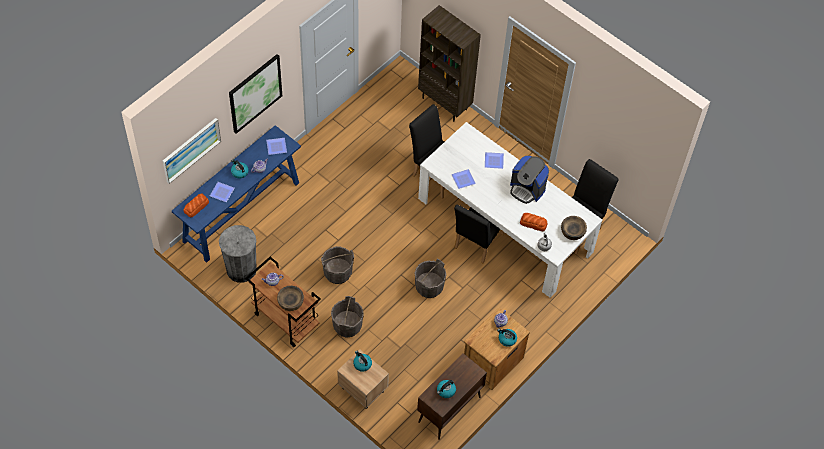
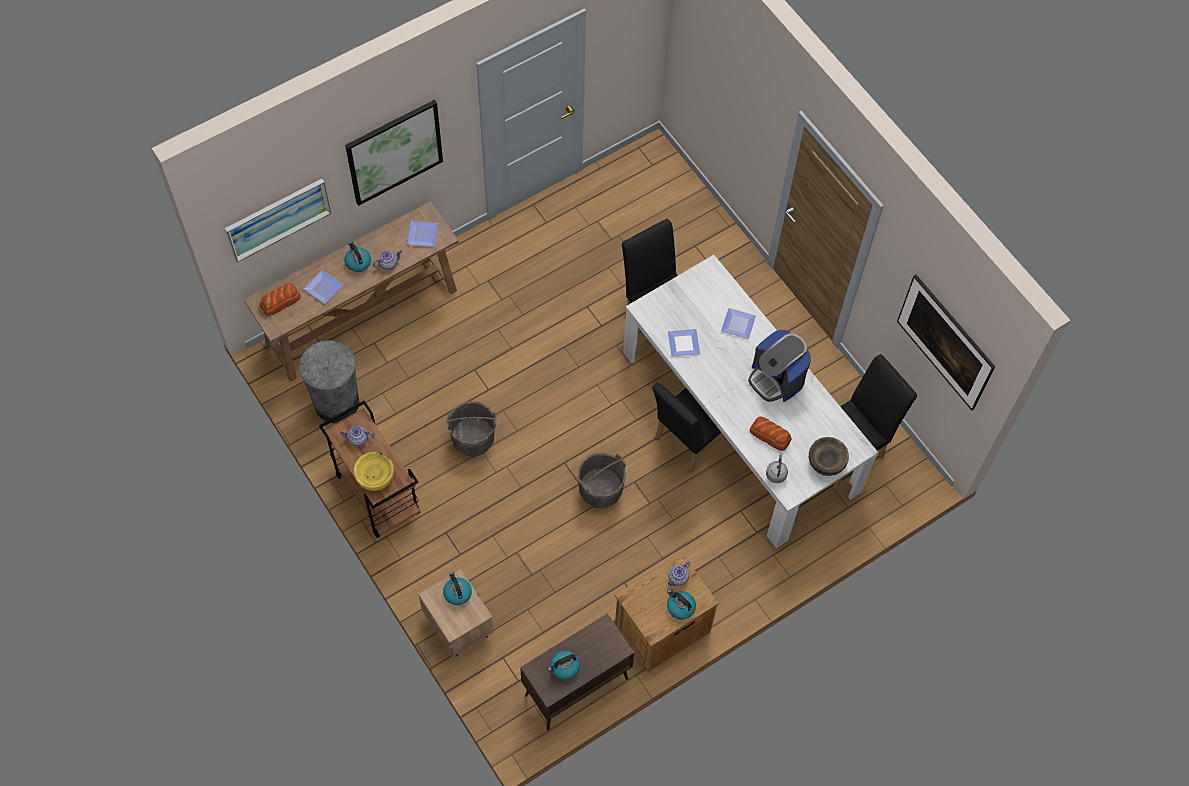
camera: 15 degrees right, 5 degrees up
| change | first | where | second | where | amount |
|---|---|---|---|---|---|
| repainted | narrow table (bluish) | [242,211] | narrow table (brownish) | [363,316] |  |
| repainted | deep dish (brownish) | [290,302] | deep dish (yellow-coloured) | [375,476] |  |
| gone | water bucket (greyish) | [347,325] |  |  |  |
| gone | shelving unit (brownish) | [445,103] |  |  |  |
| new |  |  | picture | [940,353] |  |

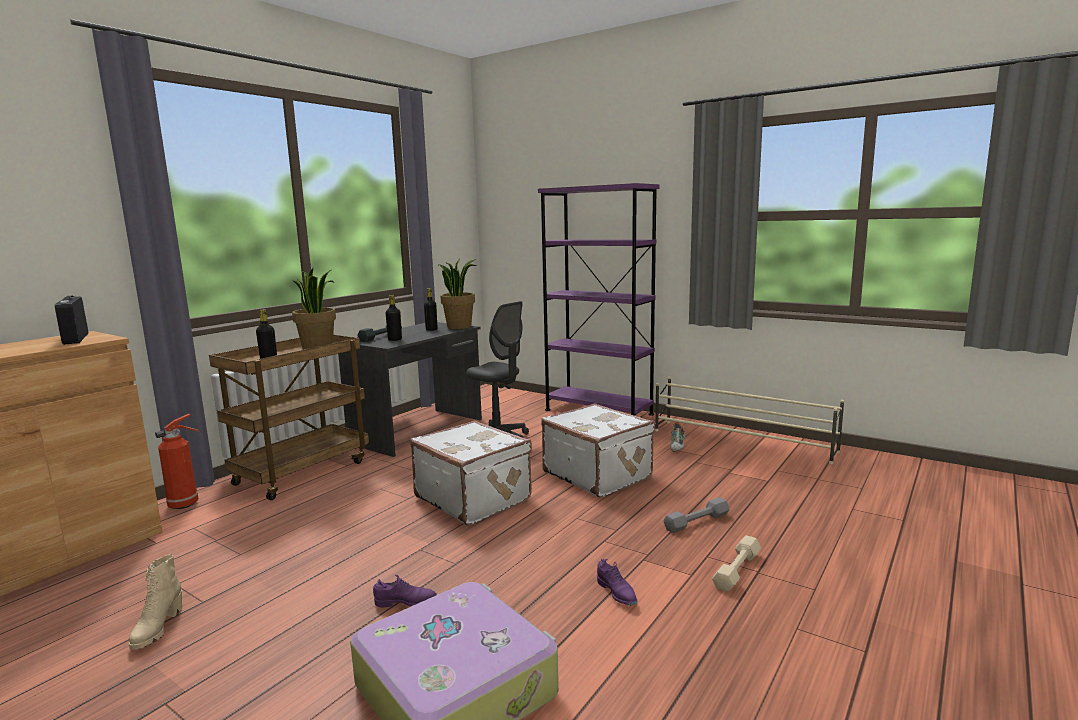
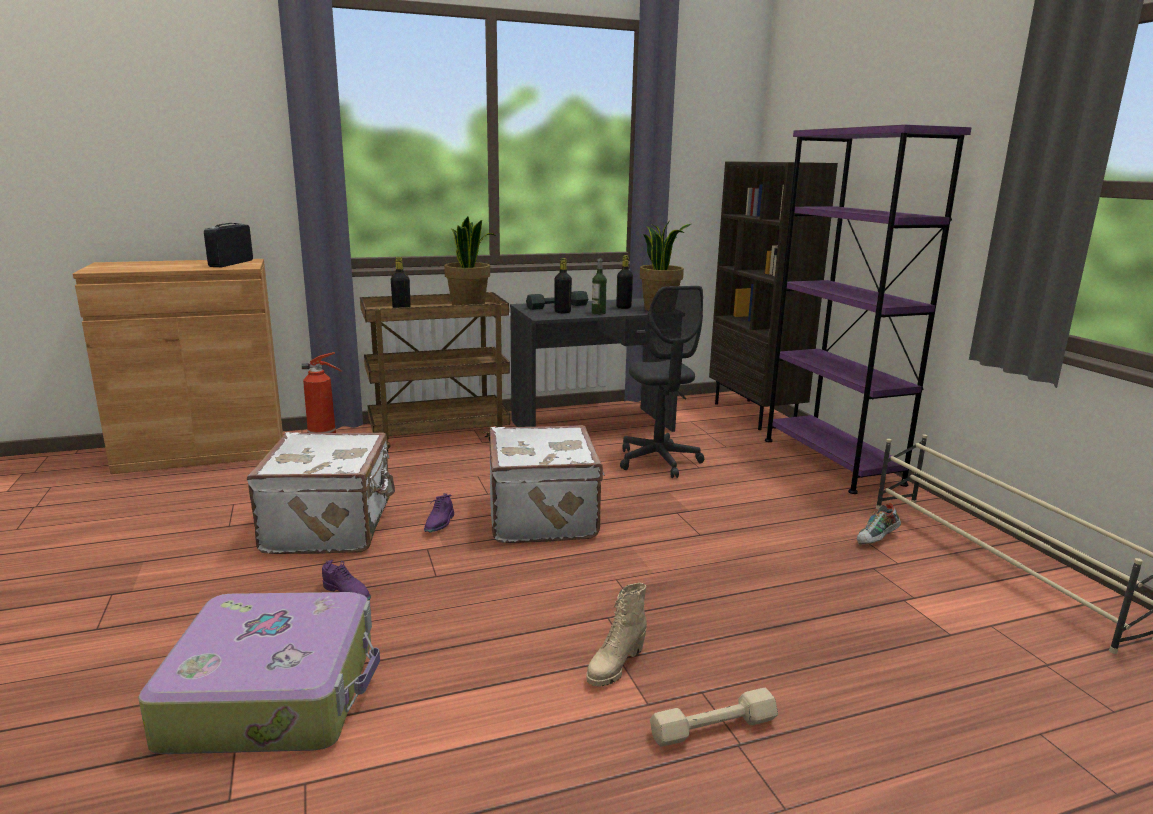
camera: 35 degrees right, 5 degrees up
| change | first | where | second | where | amount |
|---|---|---|---|---|---|
| shifted | boot (sand-coloured) | [157,629] |  | [615,666] |  |
| shifted | piece of luggage (whitish) | [598,475] |  | [331,526] |  |
| shifted | low shoe (purple-coloured) | [617,593] |  | [439,524] |  |
| gone | free weight (greyish) | [696,522] |  |  |  |
| new |  |  | beverage bottle | [598,313] |  |
| new |  |  | shelving unit (brownish) | [755,414] |  |

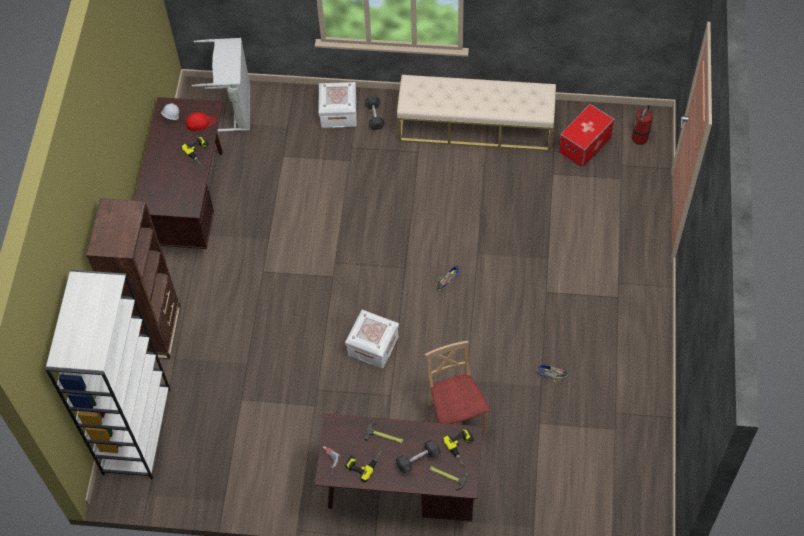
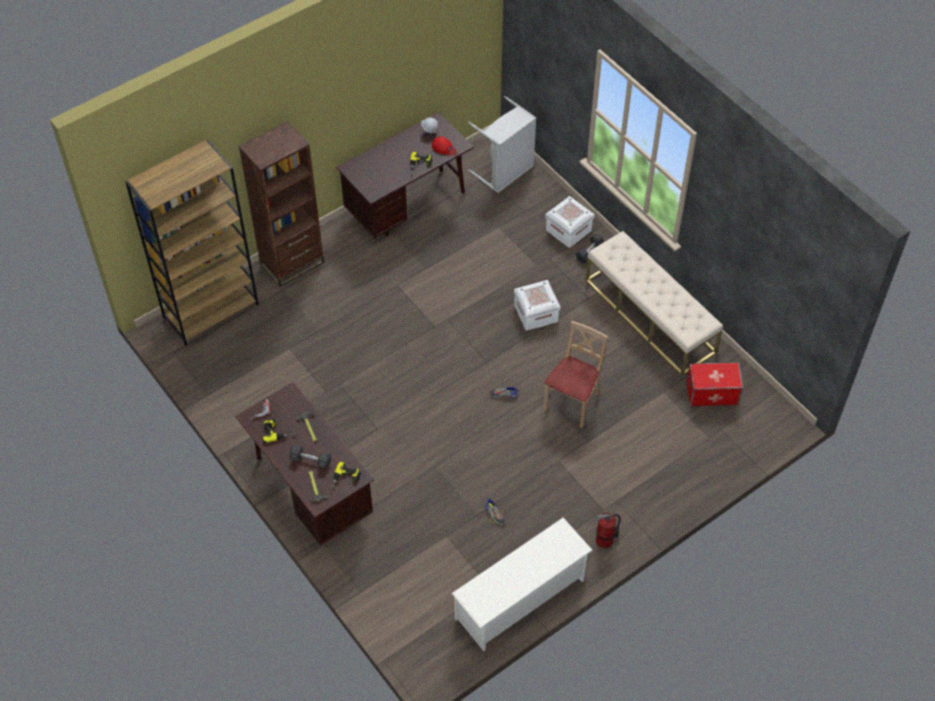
camera: 45 degrees right, 5 degrees down
| change | first | where | second | where | amount |
|---|---|---|---|---|---|
| repainted | shelving unit (whitish) | [136,430] | shelving unit (brownish) | [211,310] |  |
| shifted | storage bin (whitish) | [373,346] |  | [536,313] |  |
| shifted | chair (sand-coloured) | [455,418] |  | [572,403] |  |
| shifted | fire-fighting cylinder | [640,138] |  | [604,540] |  |
| new |  |  | shoe stand (whitish) | [520,599] |  |

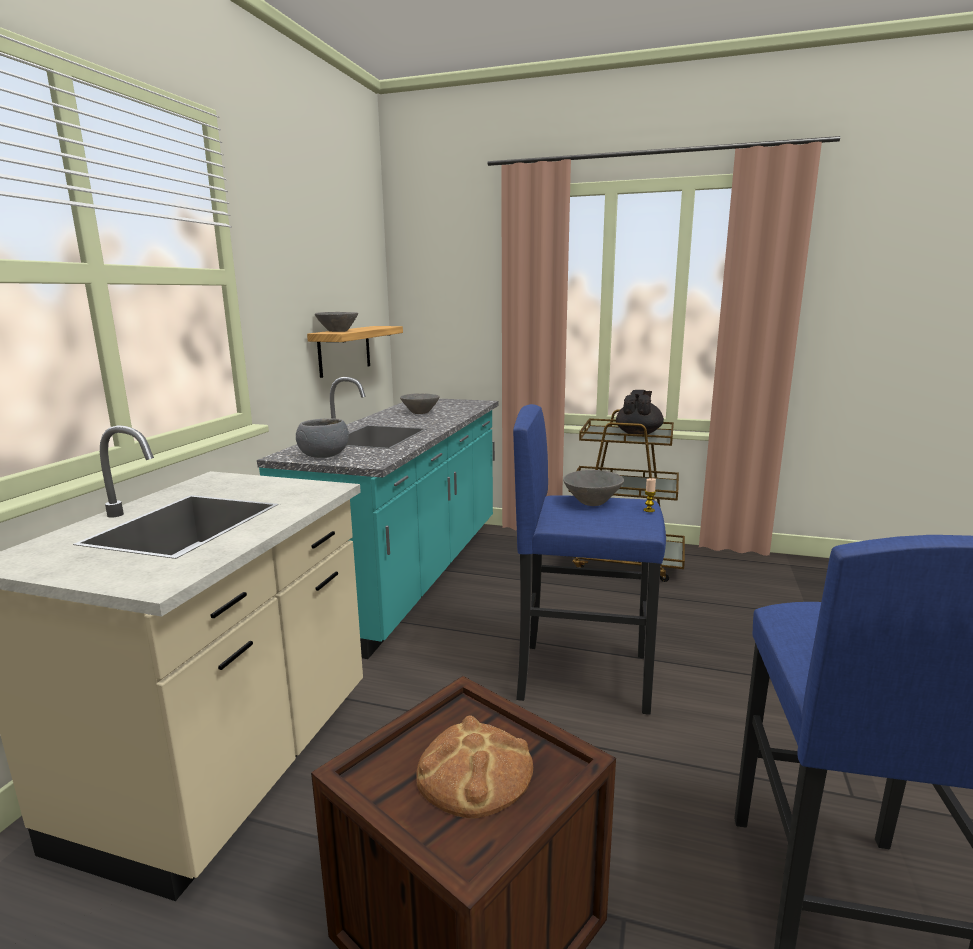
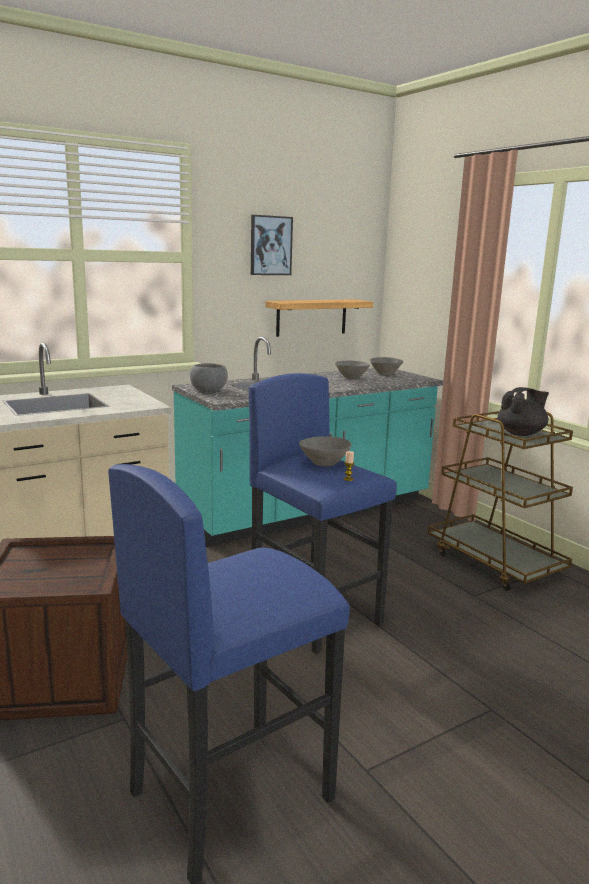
camera: 40 degrees right, 0 degrees up
| change | first | where | second | where | amount |
|---|---|---|---|---|---|
| shifted | deep dish (greyish) | [337,331] |  | [385,374] |  |
| gone | baked bread | [474,772] |  |  |  |
| new |  |  | picture | [270,245] |  |

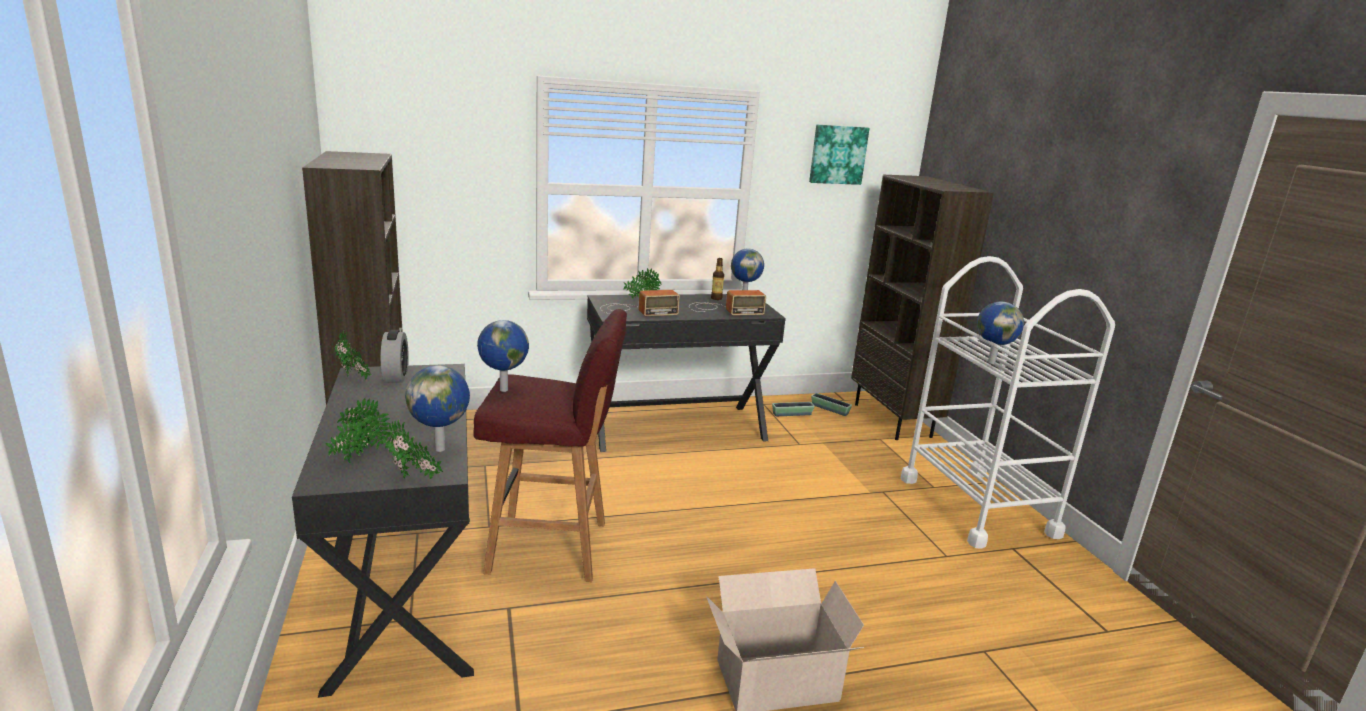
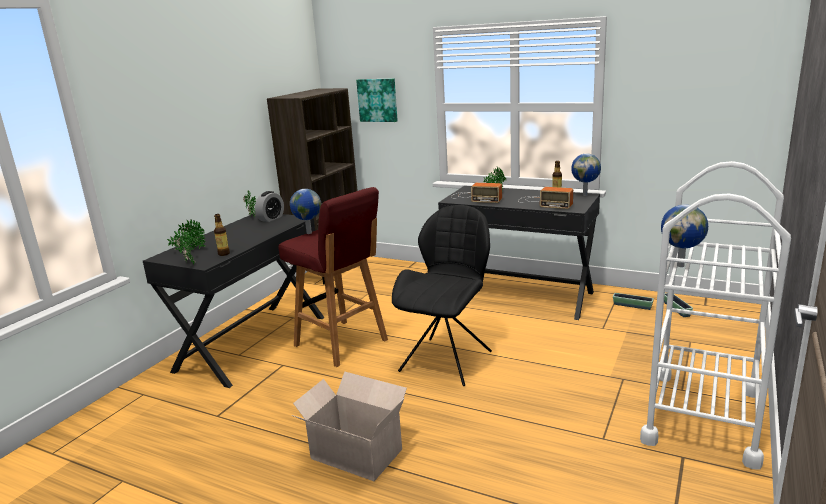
camera: 45 degrees right, 0 degrees up
| change | first | where | second | where | amount |
|---|---|---|---|---|---|
| swapped | world globe | [441,449] | beverage bottle | [224,254] |  |
| shifted | picture | [837,154] |  | [378,100] |  |
| gone | shelving unit (brownish) | [893,420] |  |  |  |
| new |  |  | chair (black) | [448,359] |  |

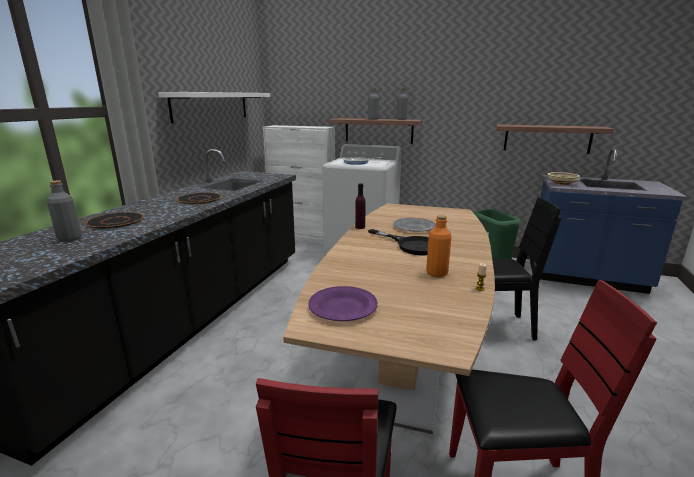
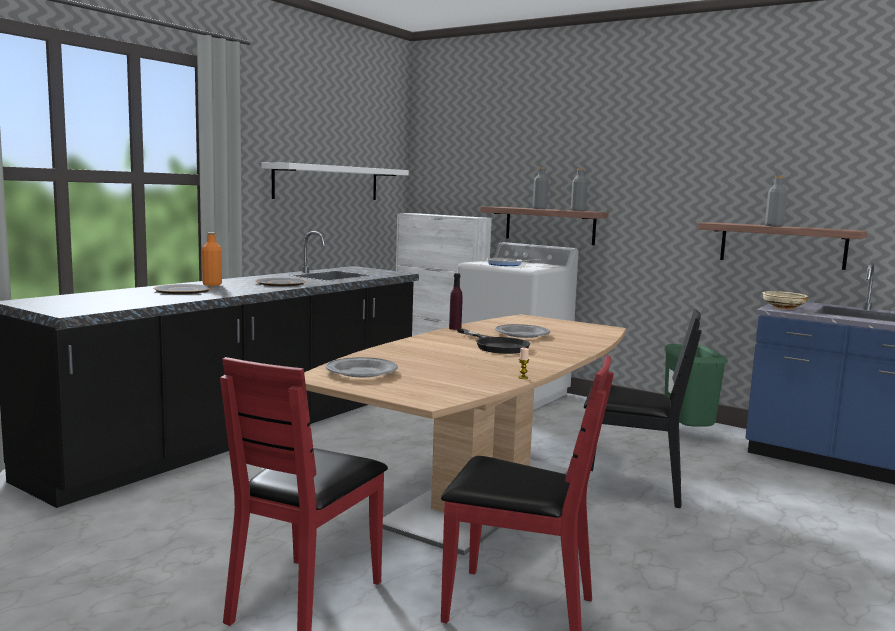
camera: 15 degrees right, 10 degrees down
| change | first | where | second | where | amount |
|---|---|---|---|---|---|
| shifted | beverage bottle (greyish) | [69,239] |  | [773,226] |  |
| repainted | plate (purple-coloured) | [342,307] | plate (greyish) | [361,372] |  |
| shifted | beverage bottle (orange) | [436,273] |  | [212,284] |  |

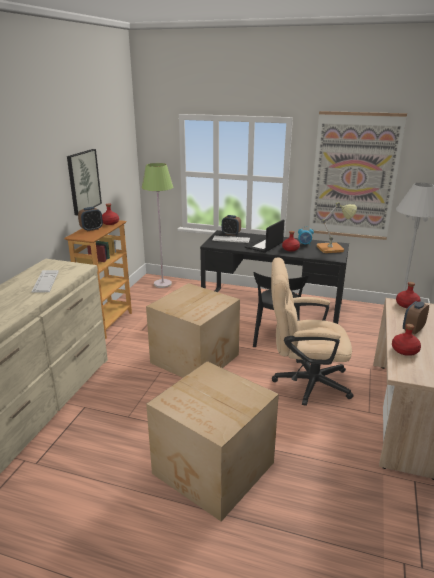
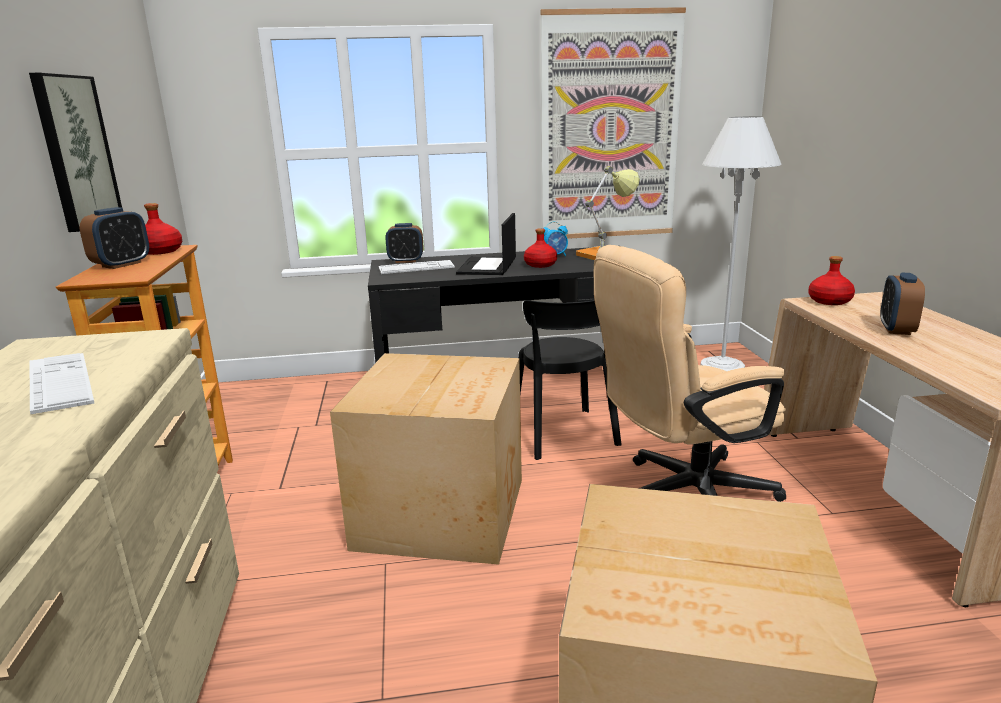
camera: 25 degrees left, 5 degrees down
| change | first | where | second | where | amount |
|---|---|---|---|---|---|
| gone | standing lamp (greenish) | [162,284] |  |  |  |
| gone | beverage bottle (red-coloured) | [404,350] |  |  |  |

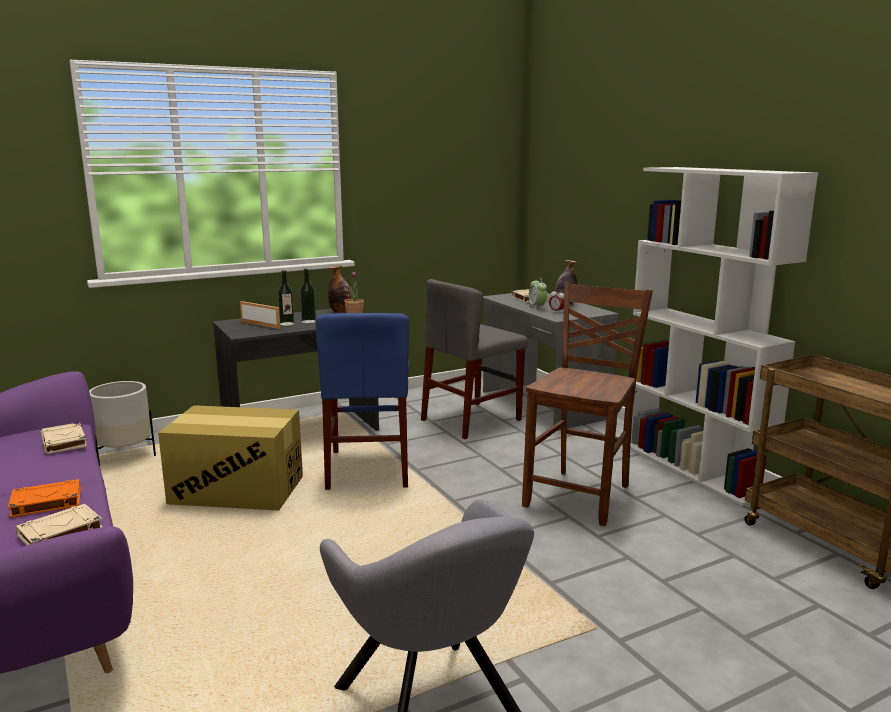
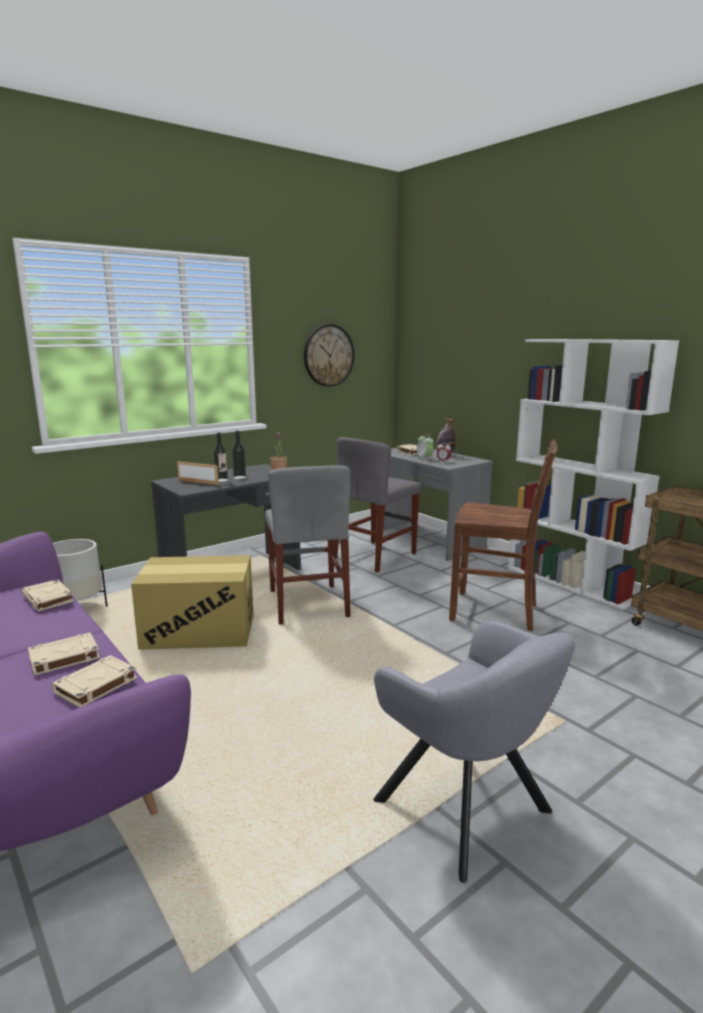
camera: 10 degrees left, 0 degrees up
| change | first | where | second | where | amount |
|---|---|---|---|---|---|
| repainted | bound book (orange) | [45,503] | bound book (sand-coloured) | [63,658] |  |
| repainted | chair (bluish) | [368,469] | chair (greyish) | [308,604] |  |
| gone | beverage bottle | [341,311] |  |  |  |
| rotated | chair (brownish) | [581,496] |  | [495,612] | 90 degrees clockwise |
| new |  |  | hanging clock | [328,355] |  |

